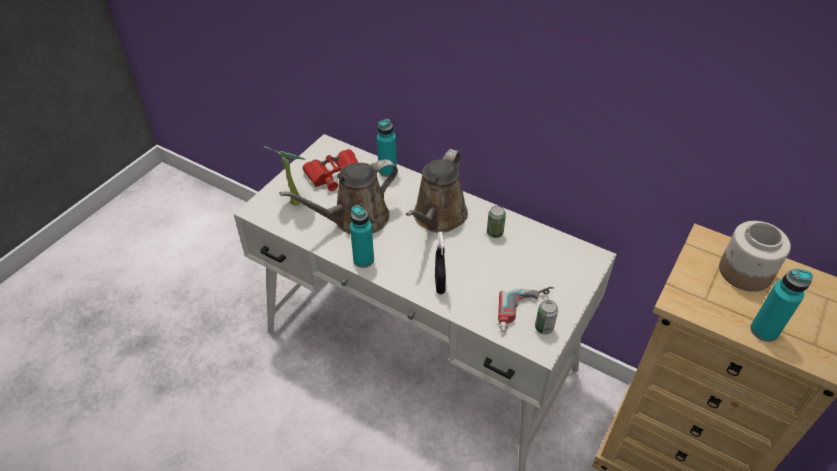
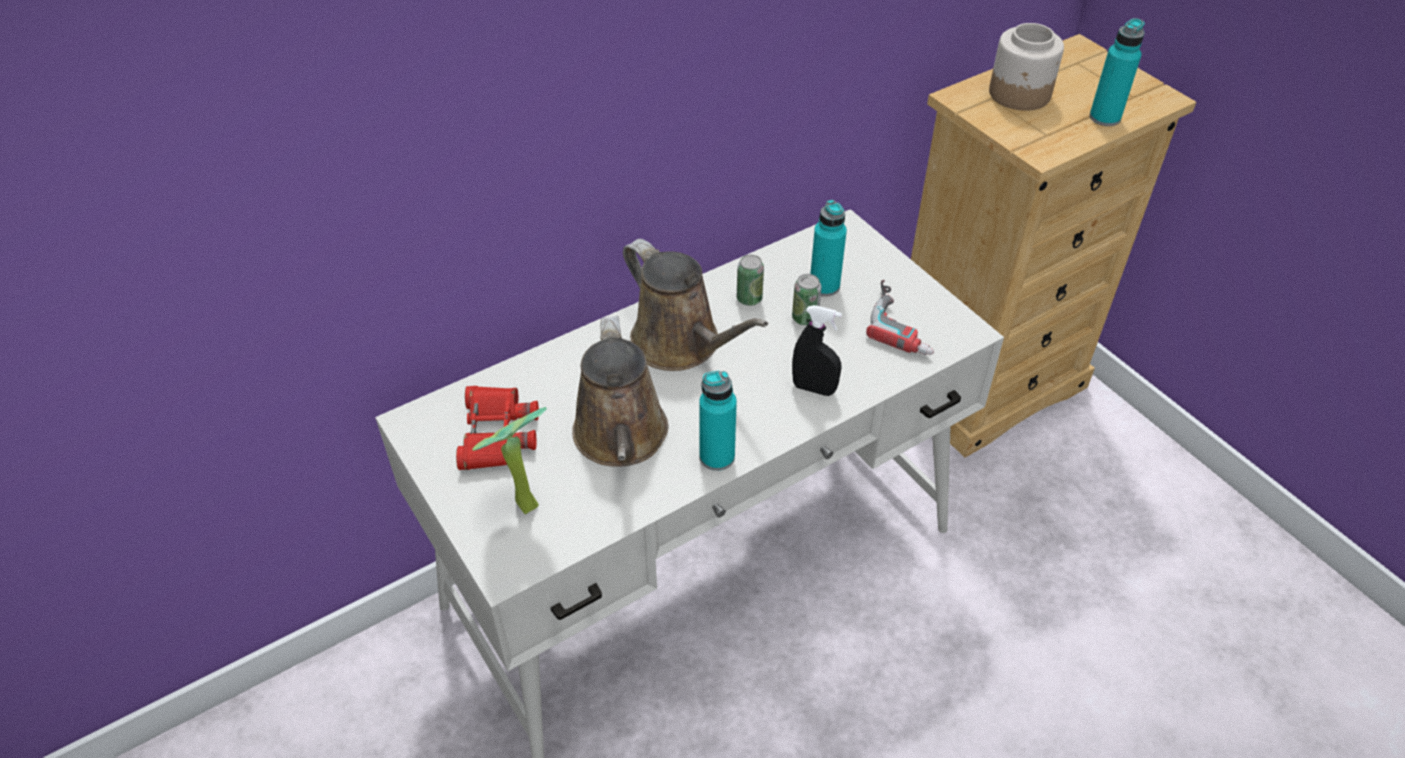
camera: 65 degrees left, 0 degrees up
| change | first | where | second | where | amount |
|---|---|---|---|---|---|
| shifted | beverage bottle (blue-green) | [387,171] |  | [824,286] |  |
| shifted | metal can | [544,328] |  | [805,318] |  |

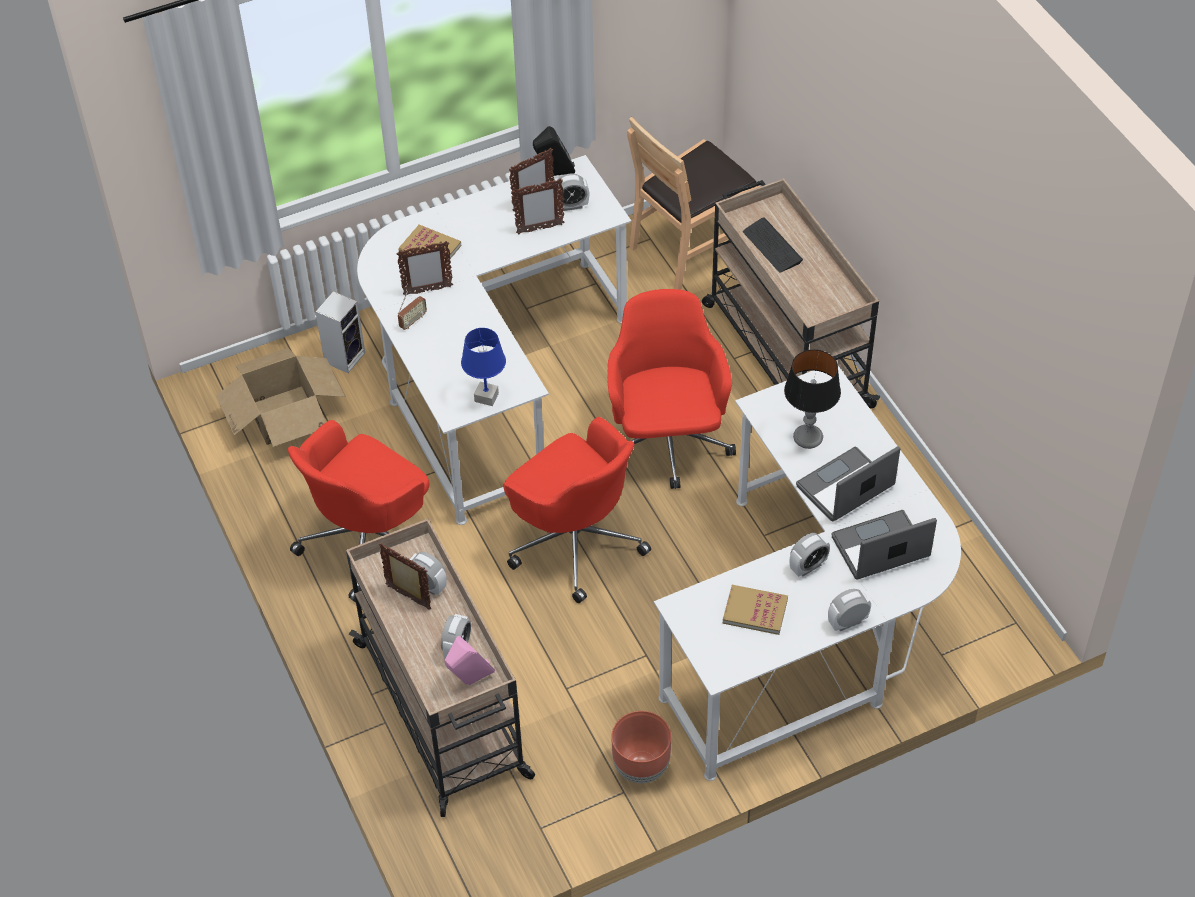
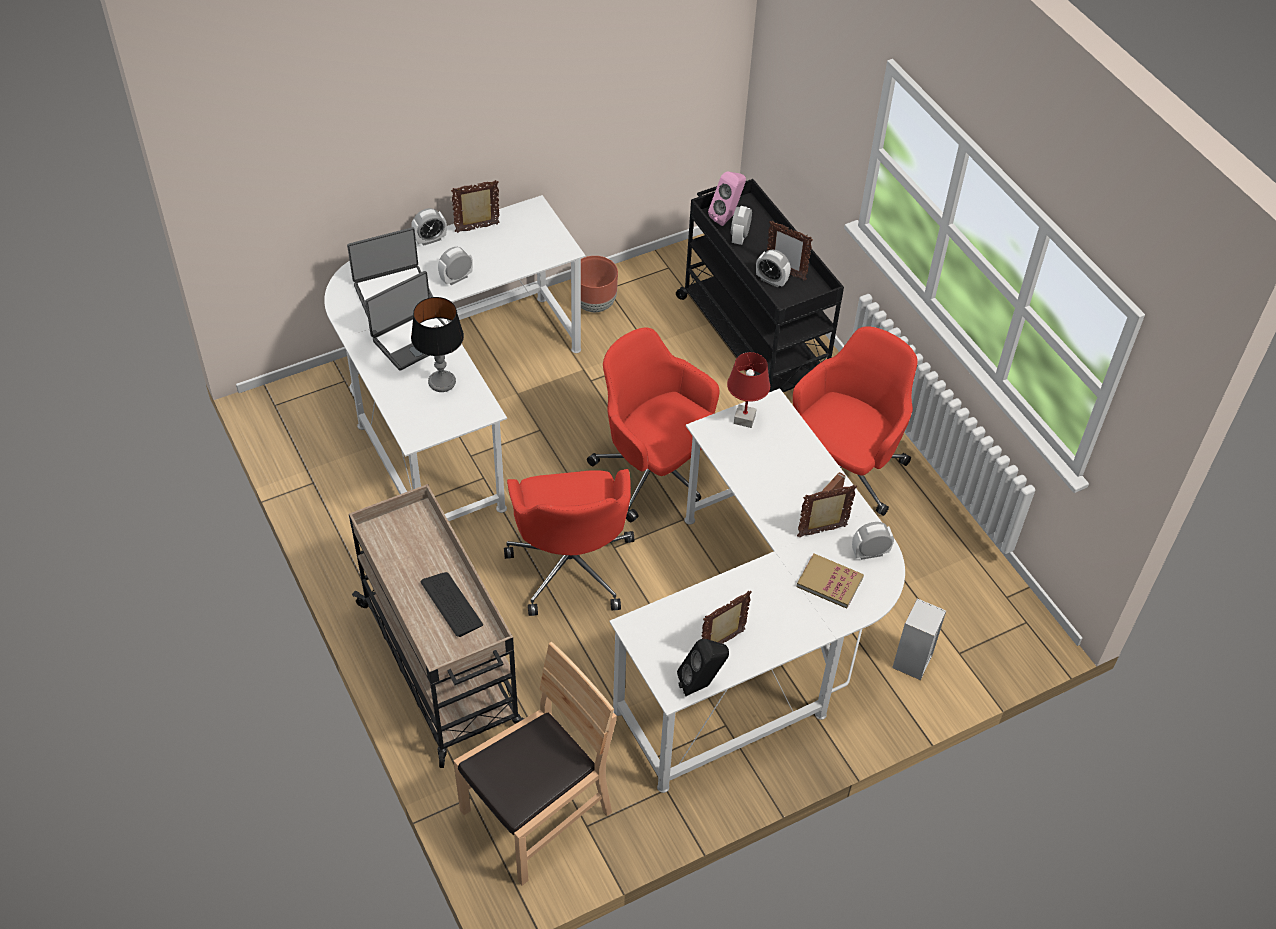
camera: 175 degrees right, 0 degrees up
| change | first | where | second | where | amount |
|---|---|---|---|---|---|
| gone | carton | [285,415] |  |  |  |
| repainted | cart (sand-coloured) | [443,712] | cart (black) | [752,340] |  |
| repainted | tabletop lamp (bluish) | [486,397] | tabletop lamp (red-coloured) | [745,419] |  |
| shifted | photo frame | [539,229] |  | [477,228] |  |
| shifted | alarm clock | [571,206] |  | [870,553] |  |
| gone | bound book | [755,611] |  |  |  |

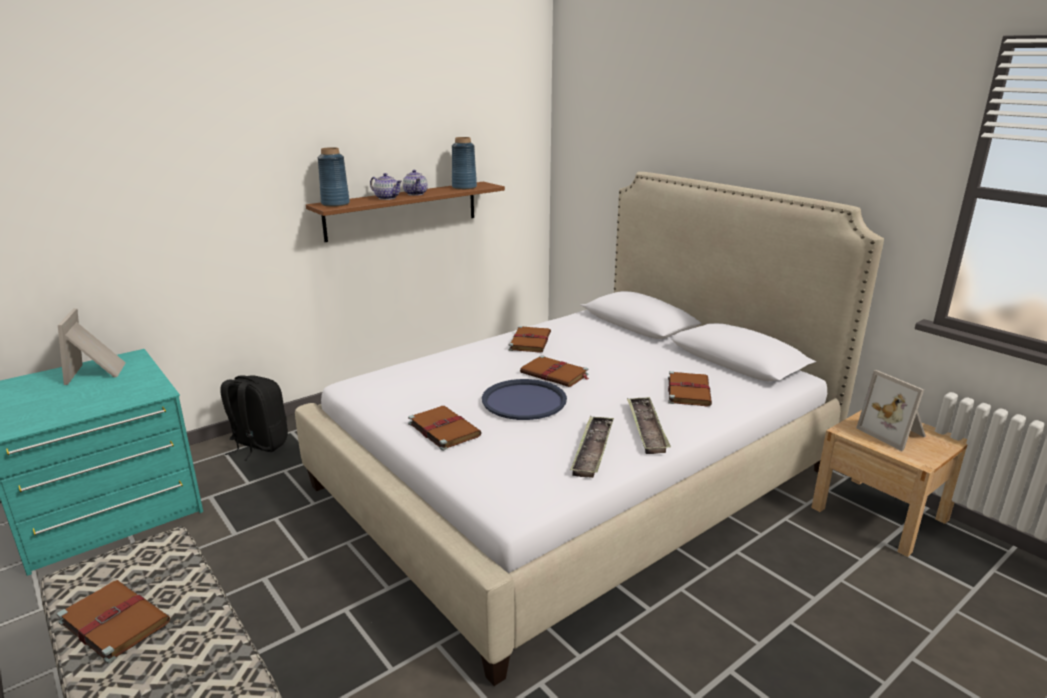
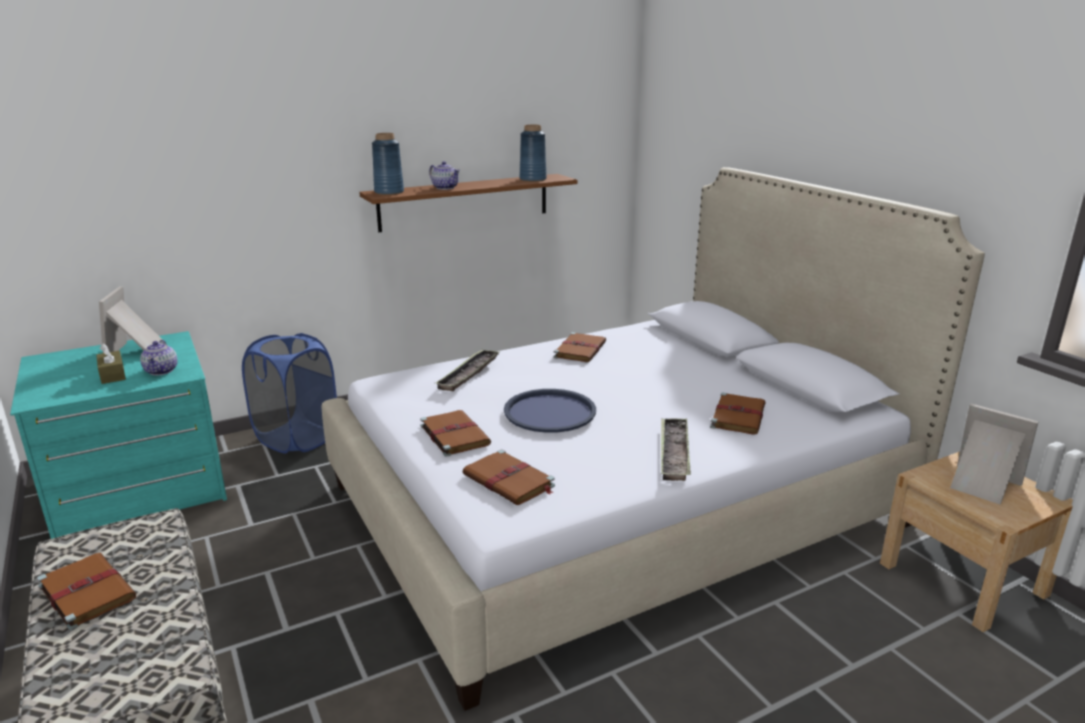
camera: 10 degrees right, 0 degrees up
| change | first | where | second | where | amount |
|---|---|---|---|---|---|
| swapped | rucksack (black) | [258,445] | laundry basket (bluish) | [297,438] |  |
| shifted | teapot | [415,194] |  | [162,371] |  |
| shifted | bound book (brownish) | [555,374] |  | [509,481] |  |
| shifted | tray | [592,450] |  | [468,374] |  |
| rotated | photo frame | [894,433] |  | [981,485] | 150 degrees clockwise |
| new |  |  | tissue box (brownish) | [112,375] |  |

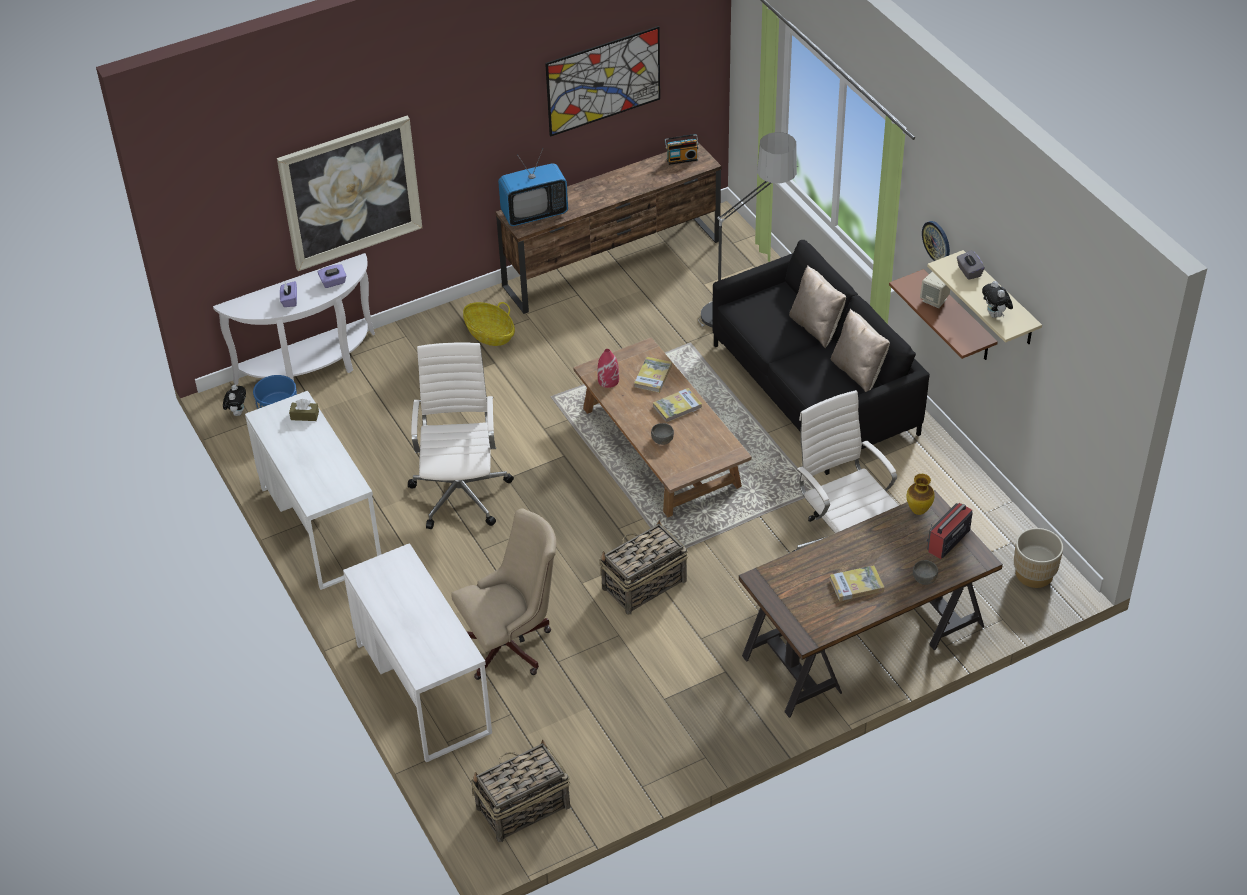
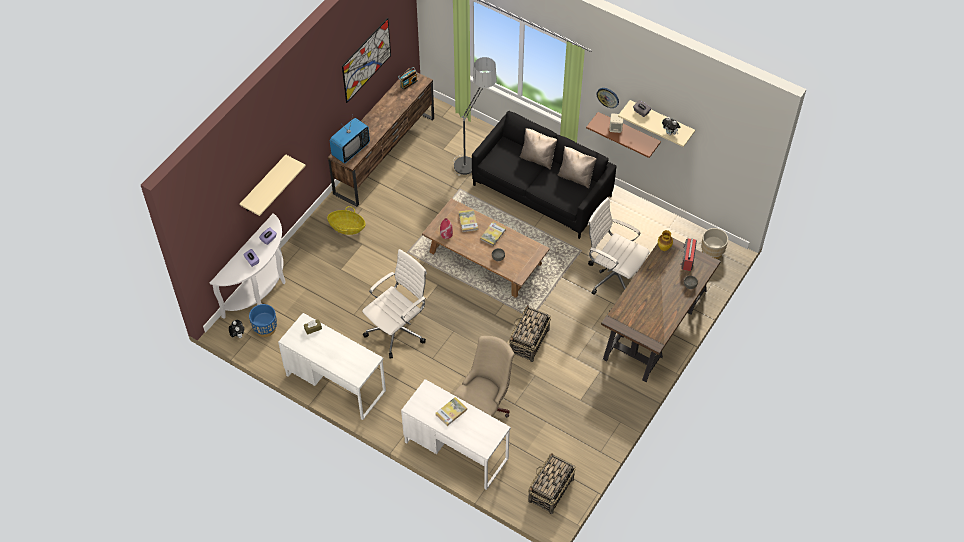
camera: 30 degrees left, 10 degrees up
| change | first | where | second | where | amount |
|---|---|---|---|---|---|
| swapped | picture | [350,192] | wall shelf (sand-coloured) | [264,185] |  |
| rotated | office chair (whitish) | [461,492] |  | [398,329] | 75 degrees clockwise |
| shifted | bound book | [856,585] |  | [451,412] |  |

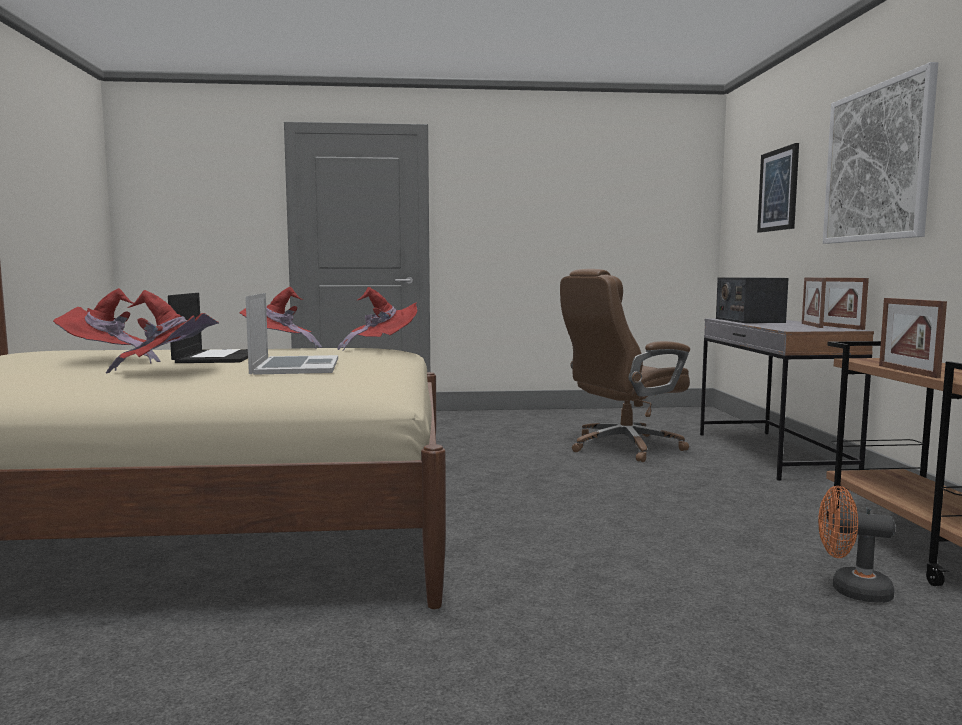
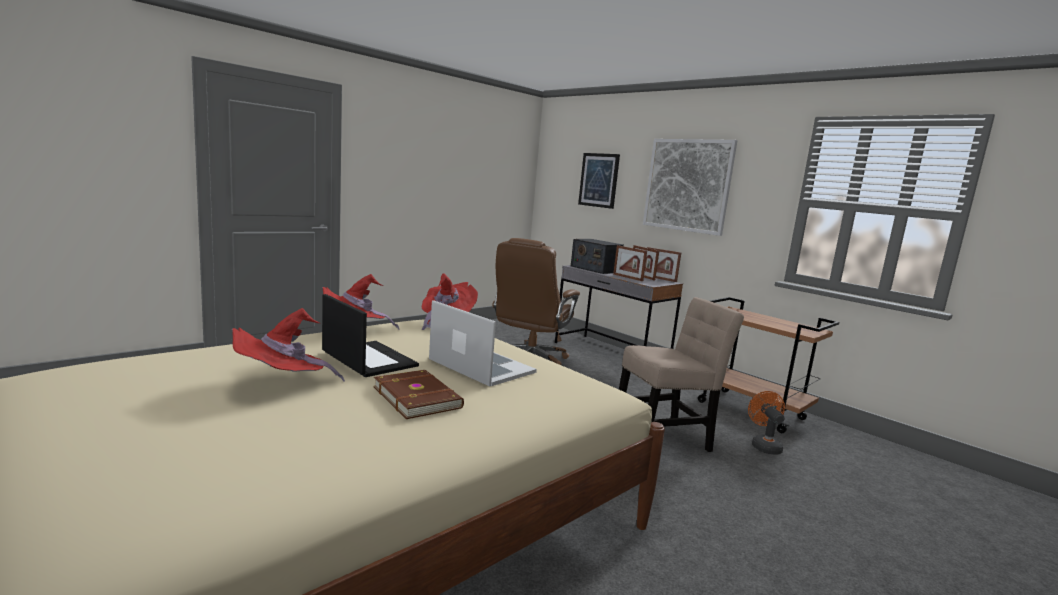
camera: 40 degrees left, 5 degrees up
| change | first | where | second | where | amount |
|---|---|---|---|---|---|
| swapped | hat (red-coloured) | [168,372] | bound book (brownish) | [418,397] |  |
| rotated | fan (orange) | [851,590] |  | [763,445] | 105 degrees clockwise |
| shifted | photo frame | [907,371] |  | [627,277] |  |
| new |  |  | chair (sand-coloured) | [664,440] |  |

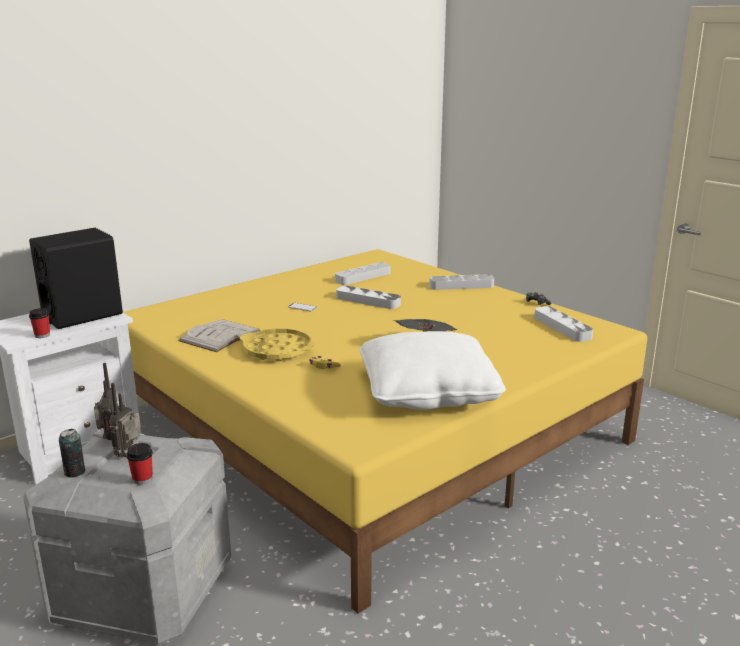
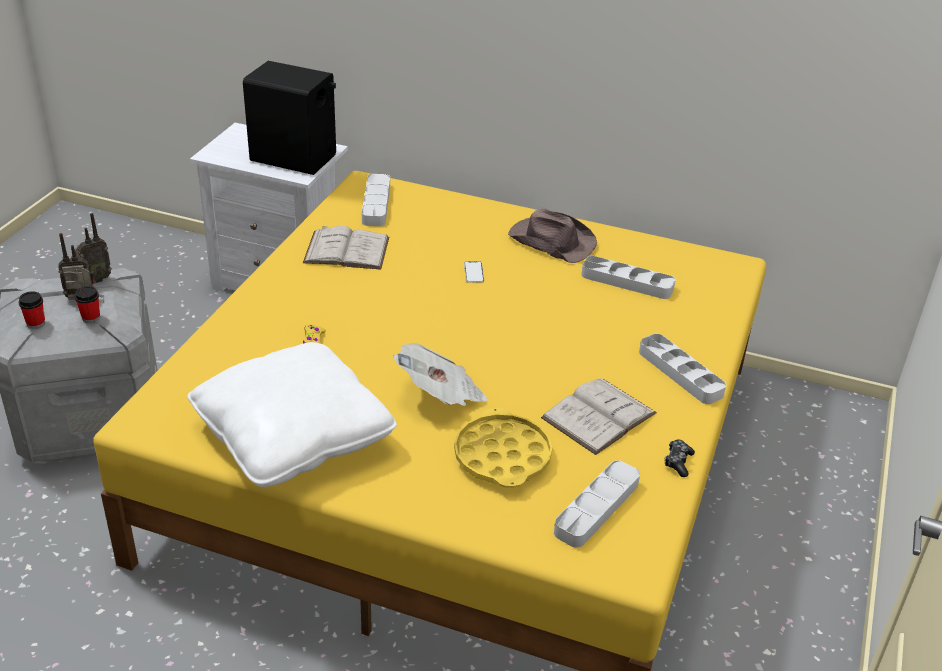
camera: 60 degrees right, 15 degrees up
| change | first | where | second | where | amount |
|---|---|---|---|---|---|
| shifted | cup | [42,335] |  | [91,317] |  |
| gone | metal can | [74,472] |  |  |  |
| shifted | tray (yellow-coloured) | [277,350] |  | [502,456] |  |
| shifted | tray (greyish) | [368,301] |  | [376,204] |  |
| new |  |  | hat (brownish) | [551,241] |  |
| new |  |  | bound book (whitish) | [599,415] |  |

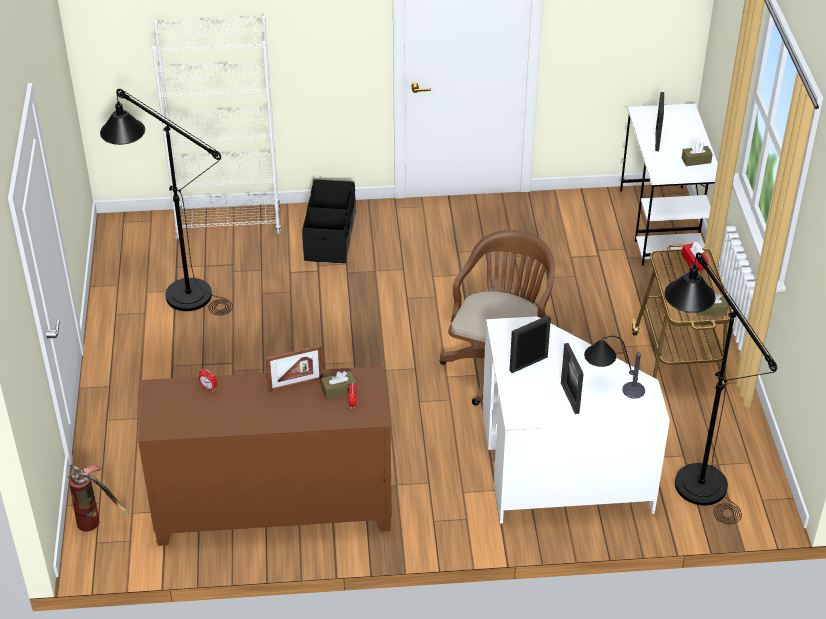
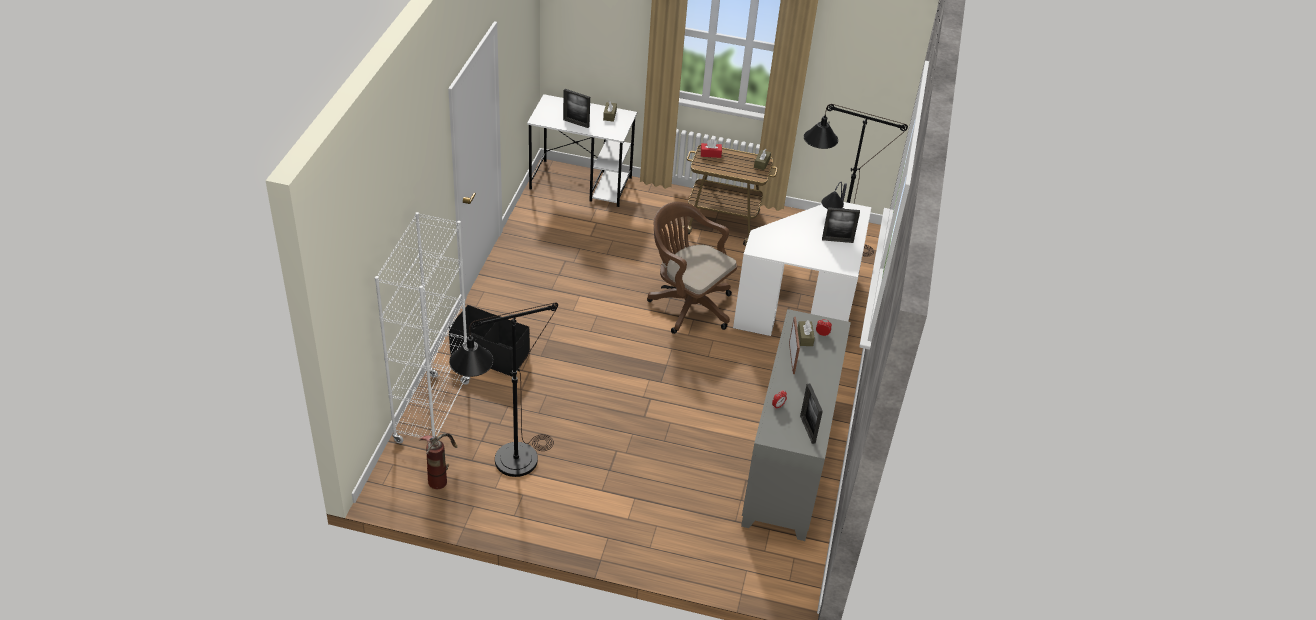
camera: 75 degrees left, 0 degrees up
| change | first | where | second | where | amount |
|---|---|---|---|---|---|
| shifted | fire-fighting cylinder | [98,521] |  | [440,476] |  |
| repainted | cupboard (brownish) | [273,509] | cupboard (greyish) | [789,464] |  |
| shifted | photo frame | [528,364] |  | [807,429] |  |

